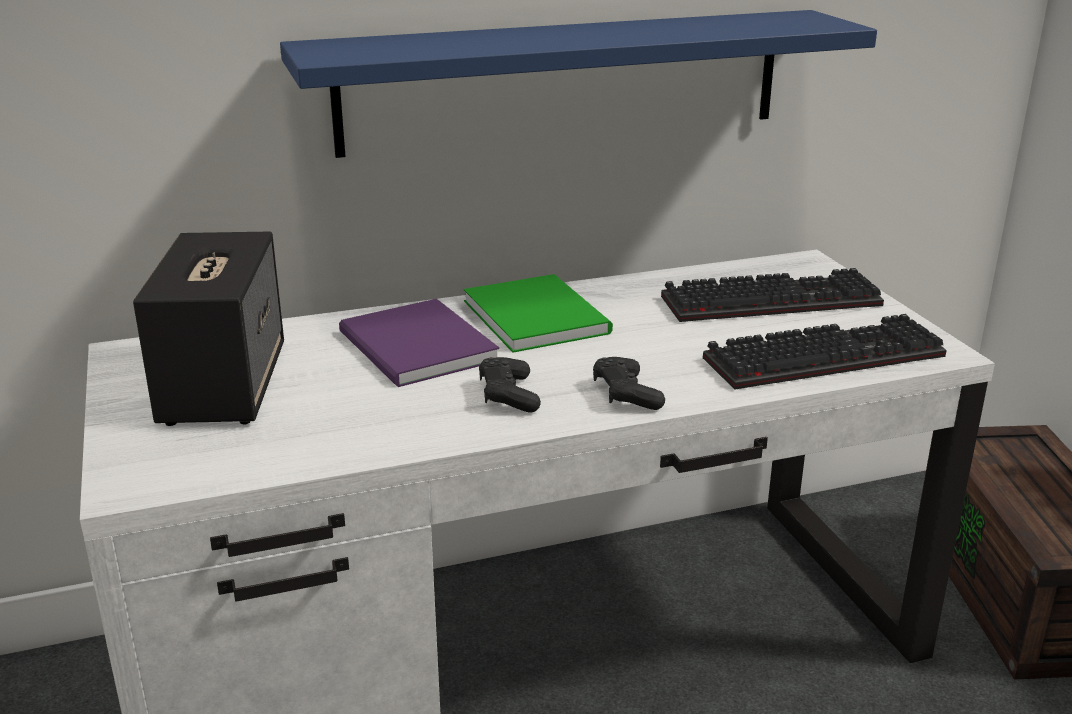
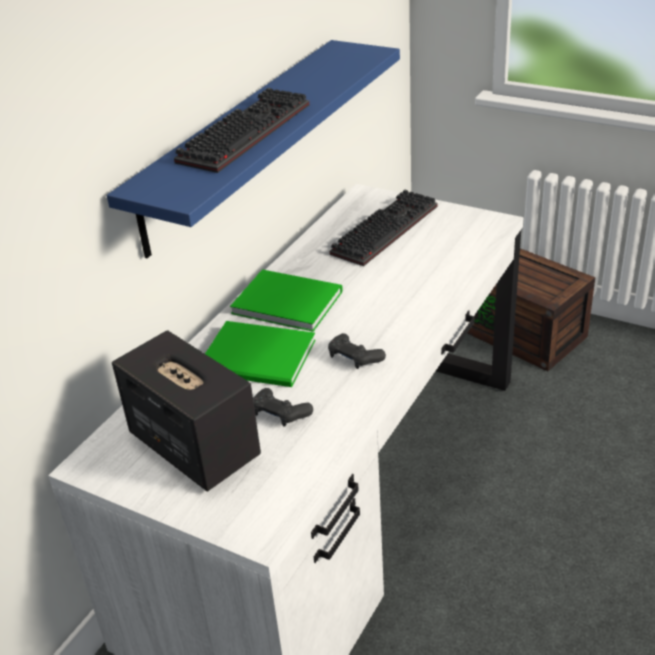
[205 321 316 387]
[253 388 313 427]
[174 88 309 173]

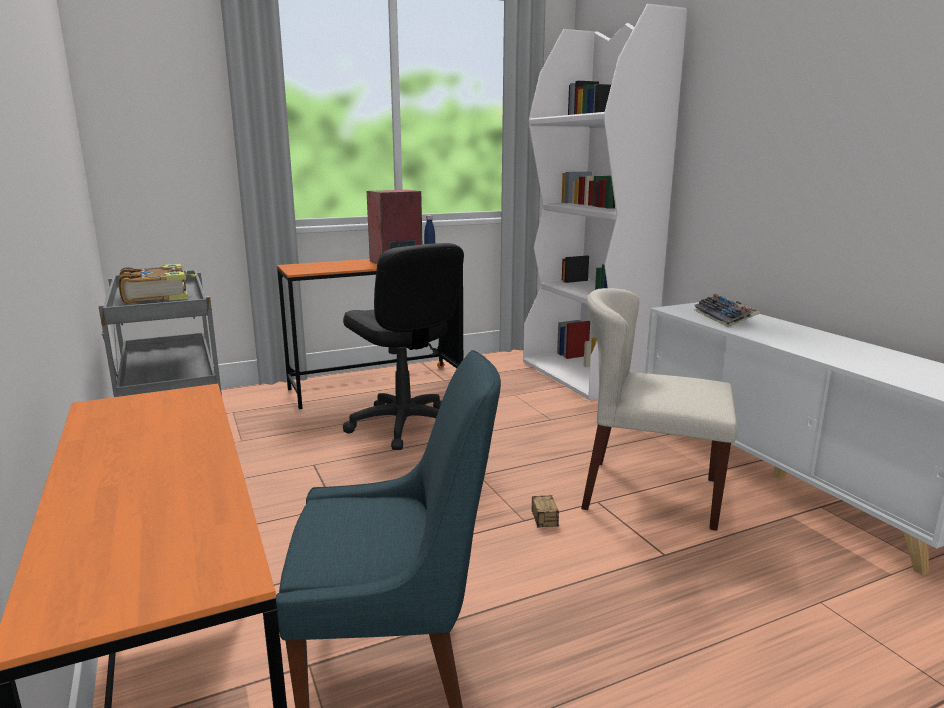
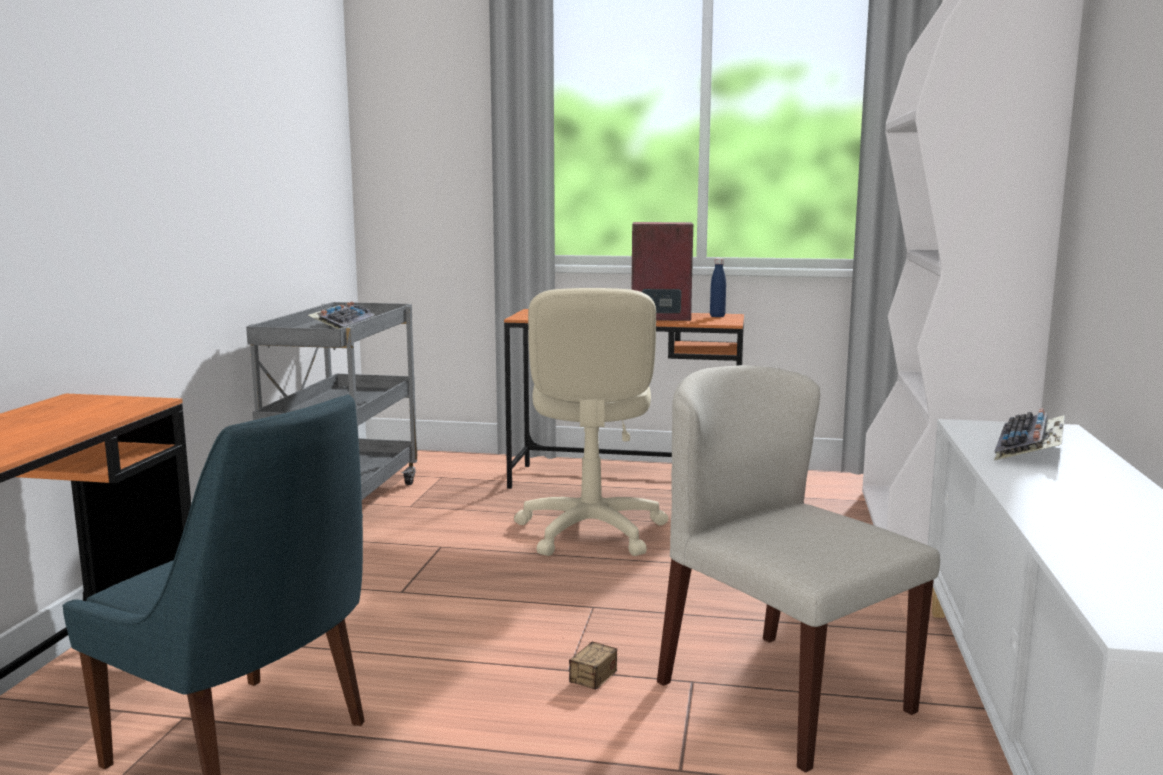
[308 301 375 329]
[514 288 669 556]

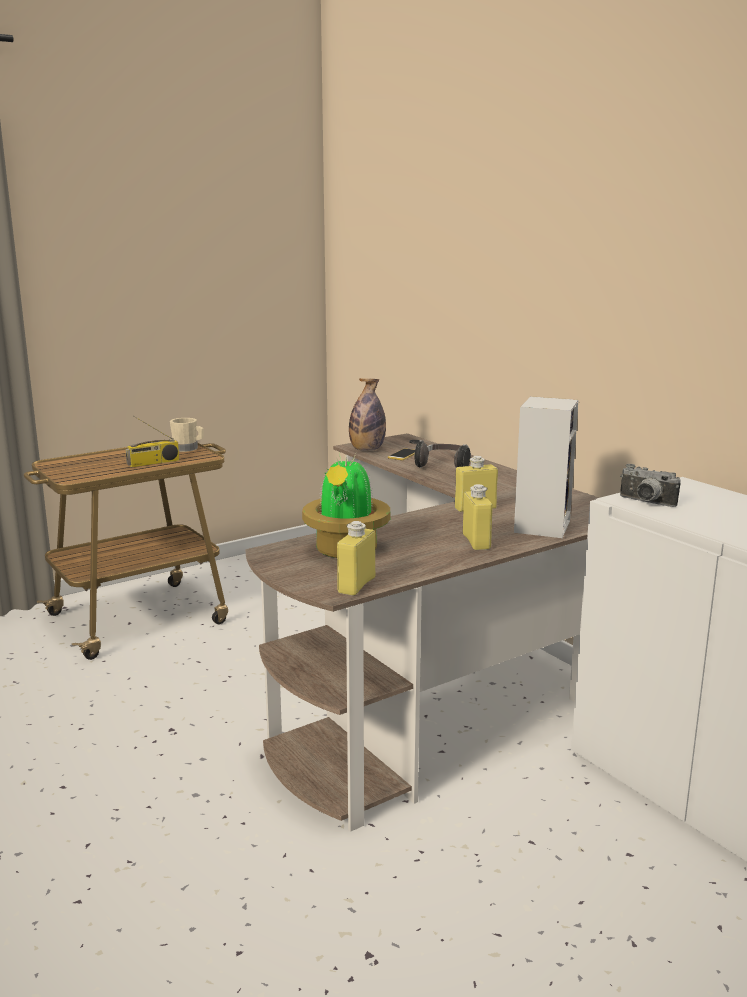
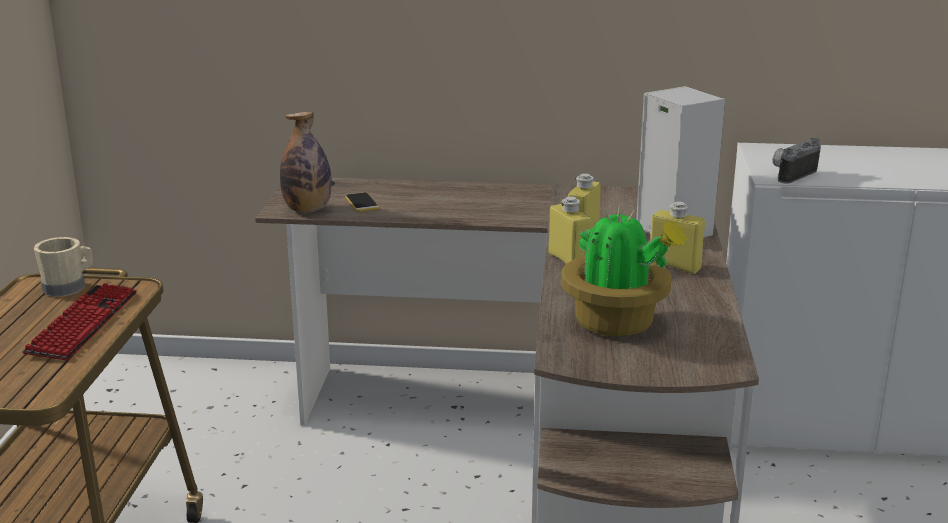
[22 283 137 361]
[549 197 591 264]
[415 440 471 468] (first image)
[773 138 821 184]

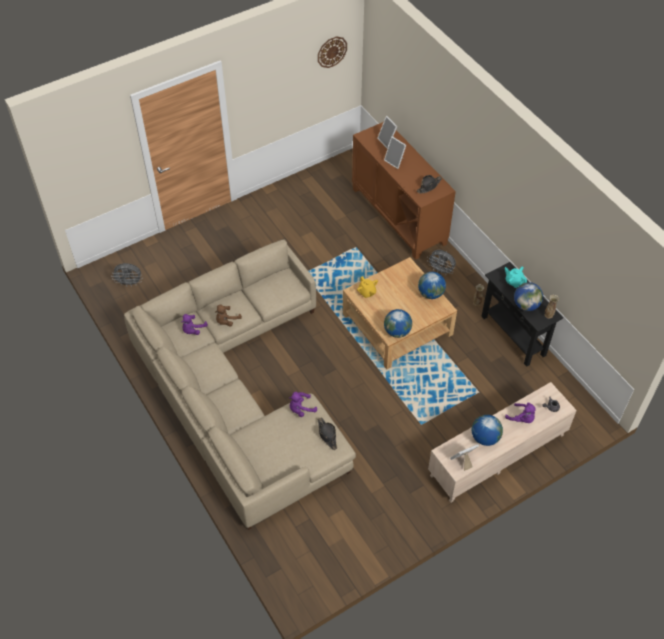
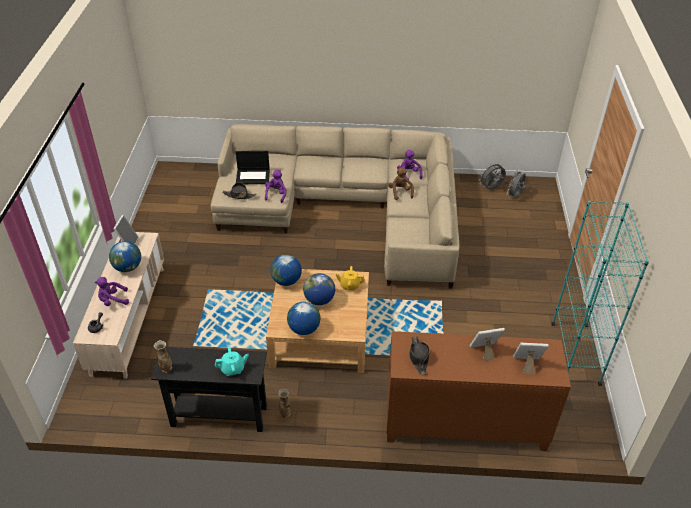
[318 36 347 68] (first image)
[479 162 506 189]
[303 273 335 305]
[236 151 270 184]
[552 201 649 386]

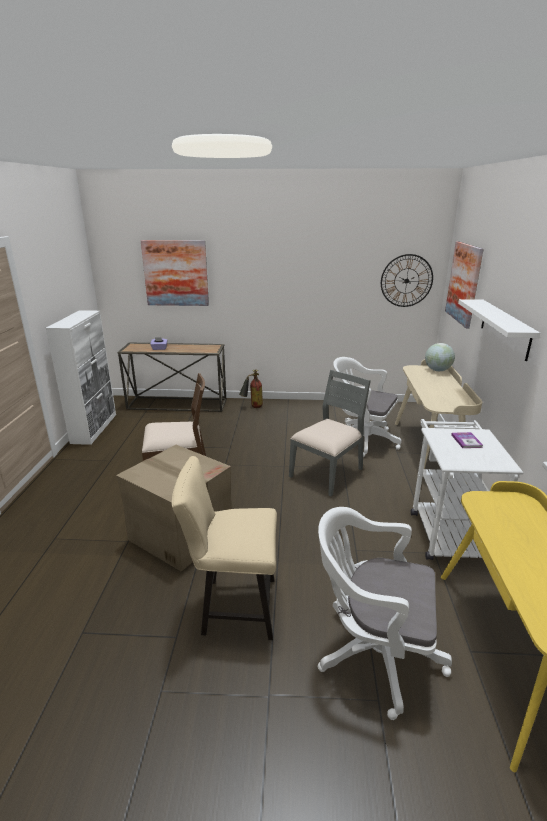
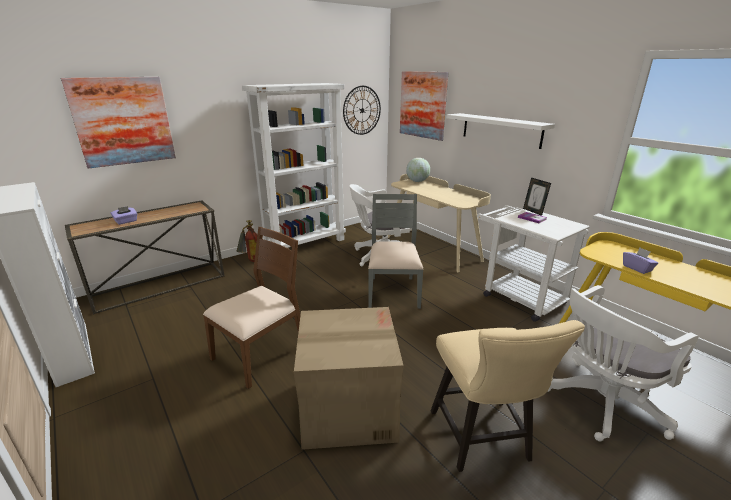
[431 320 585 472]
[242 83 346 248]
[523 177 551 216]
[623 248 658 274]

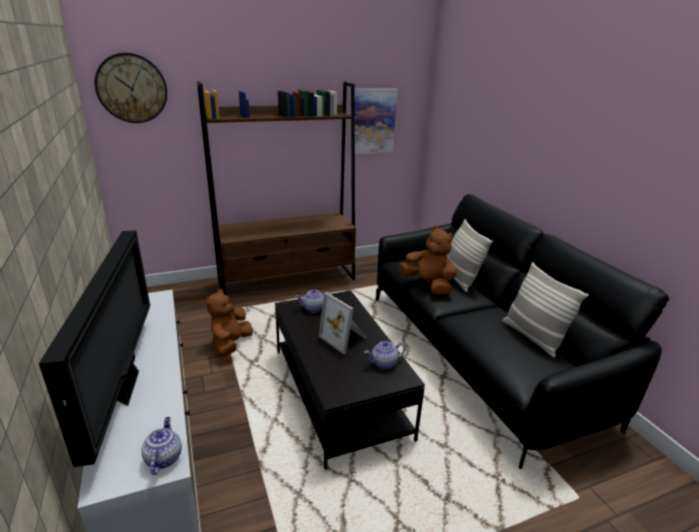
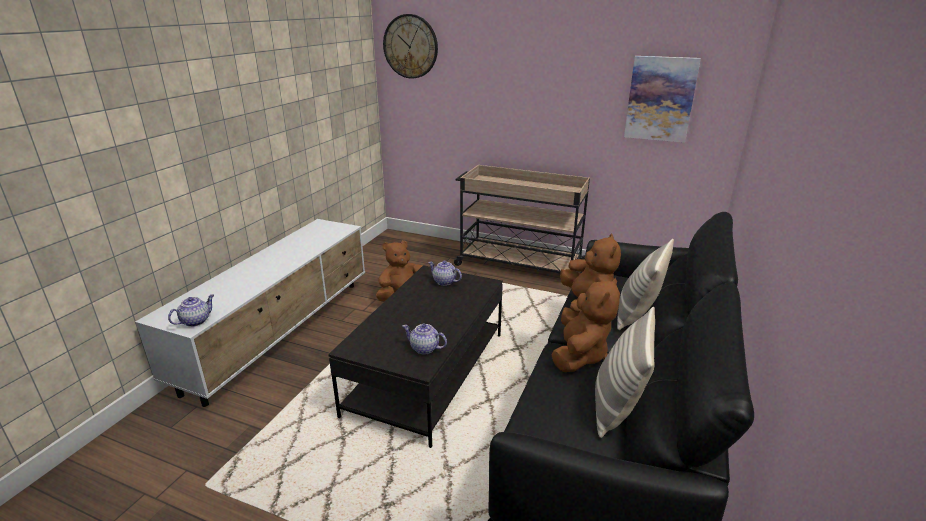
[39 230 150 467] (first image)
[454 165 590 273]
[319 292 367 355] (first image)
[551 278 620 372]

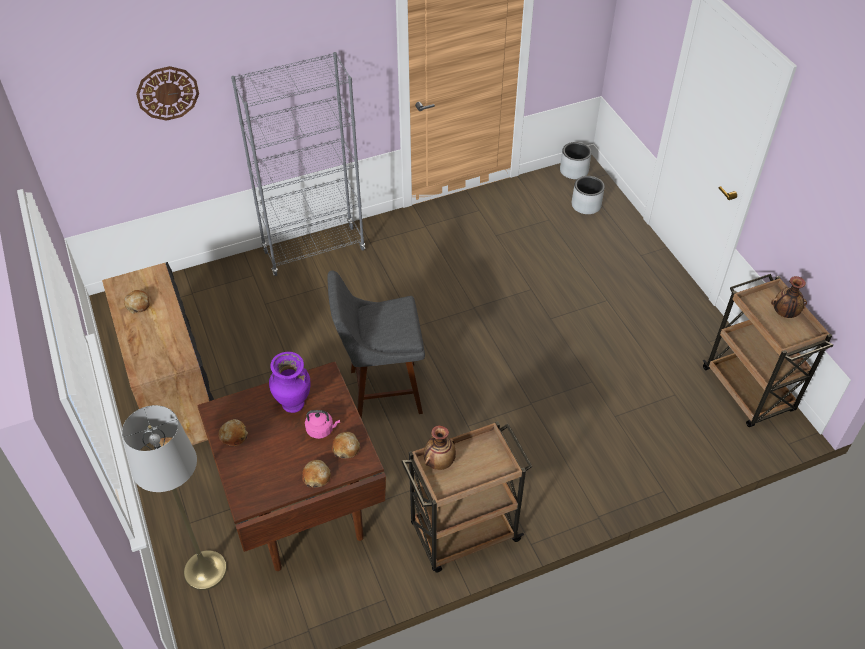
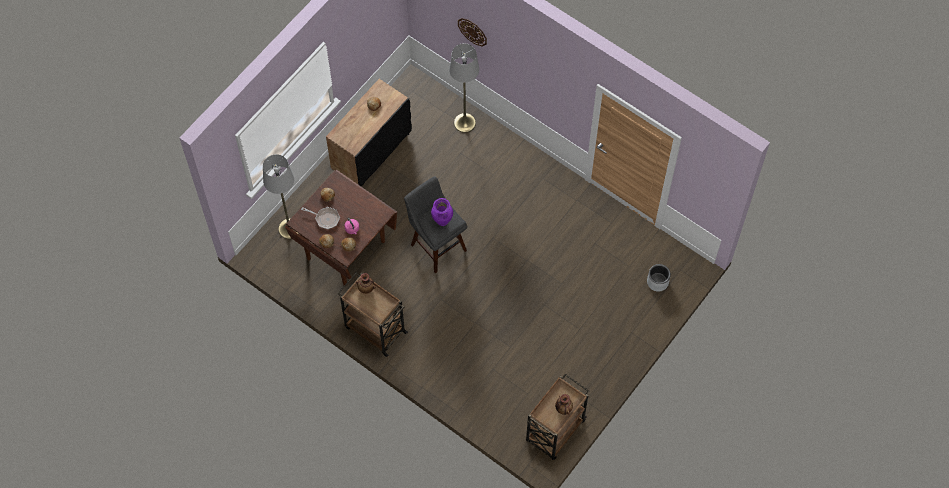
[231 52 365 276] (first image)
[431 198 453 226]
[560 142 591 179] (first image)
[301 207 340 229]
[449 43 479 133]

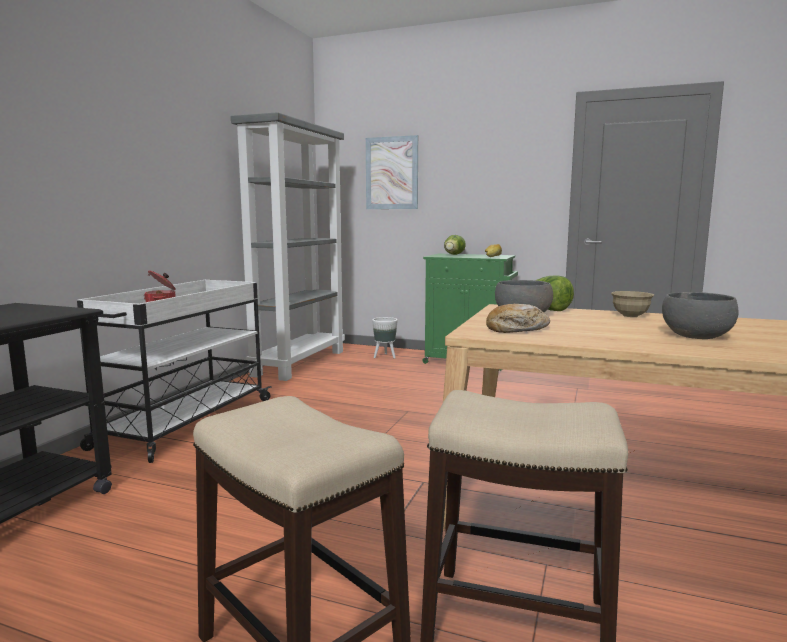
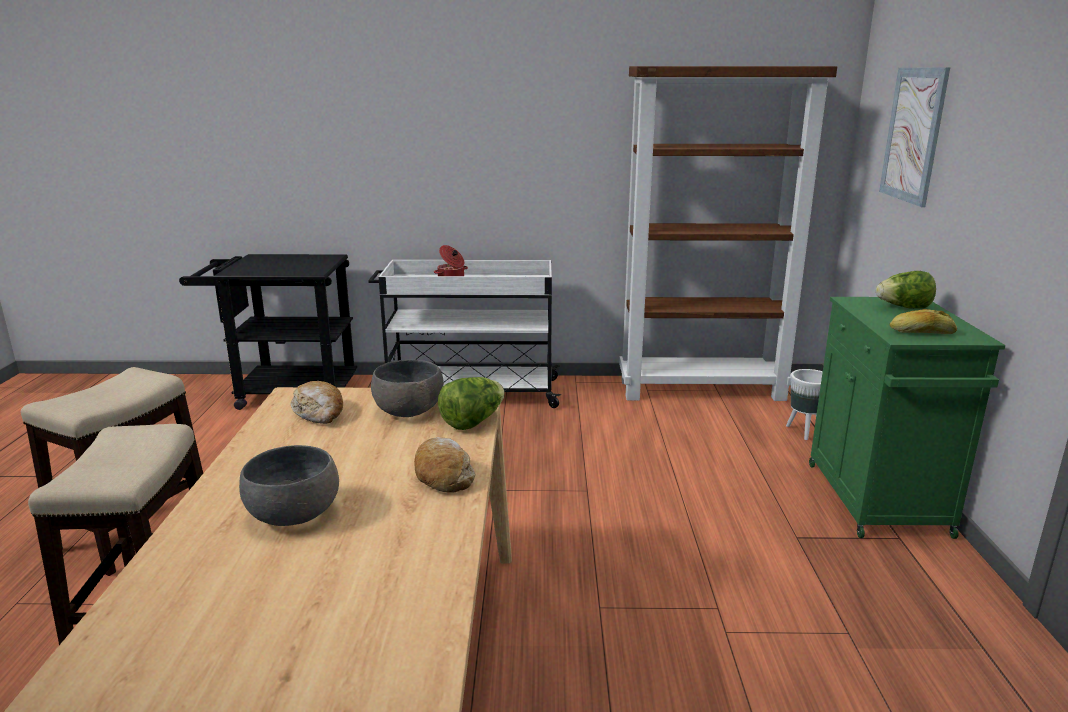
[619 66 837 401]
[414 437 475 493]

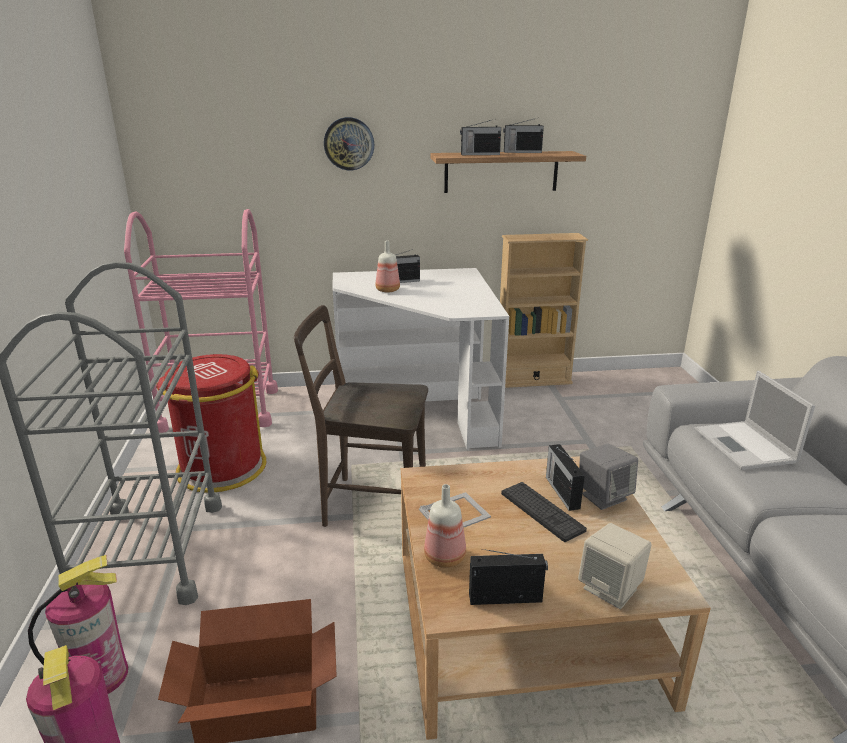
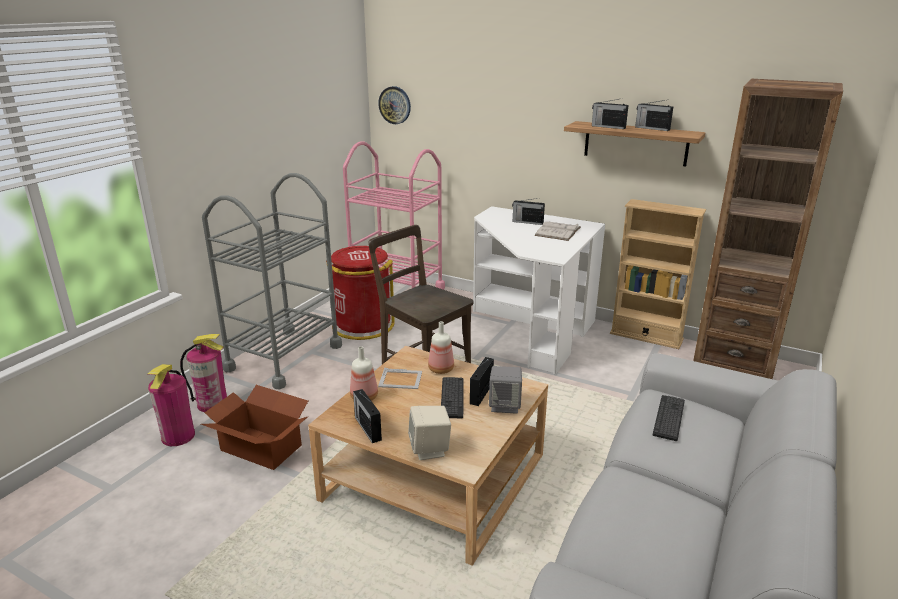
[378 86 411 124]
[428 321 454 374]
[353 389 382 443]
[653 395 685 441]
[534 222 581 241]
[693 79 843 379]

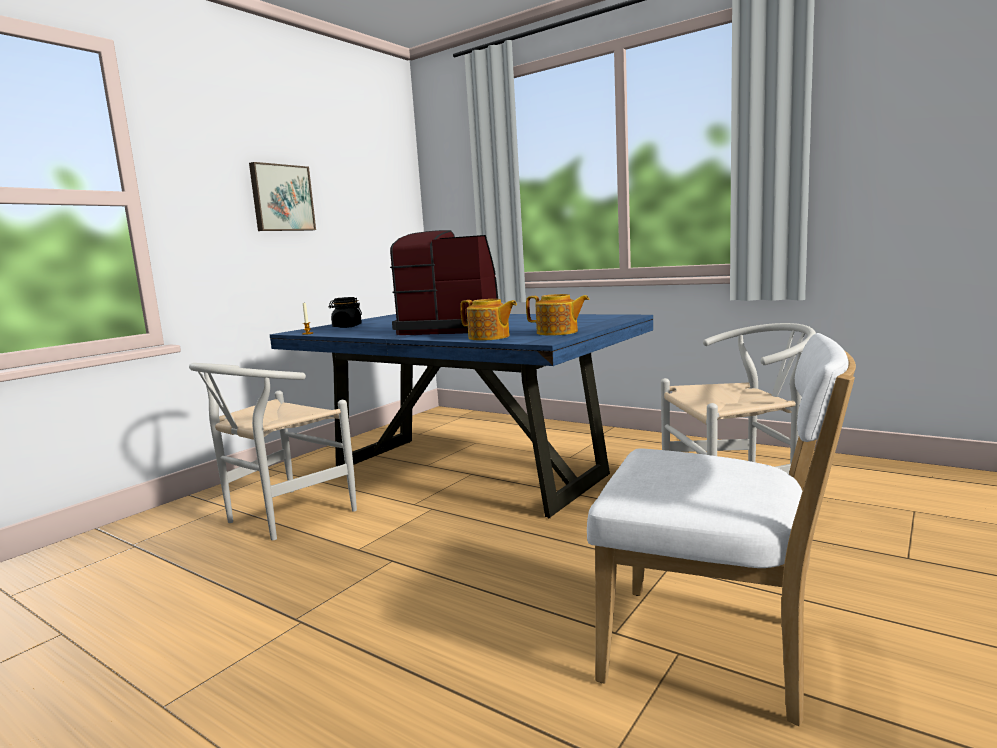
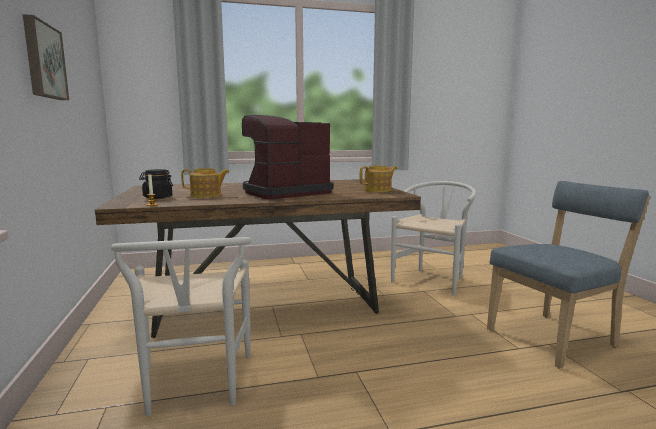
[95 179 421 338]
[181 168 230 198]
[487 181 650 369]

